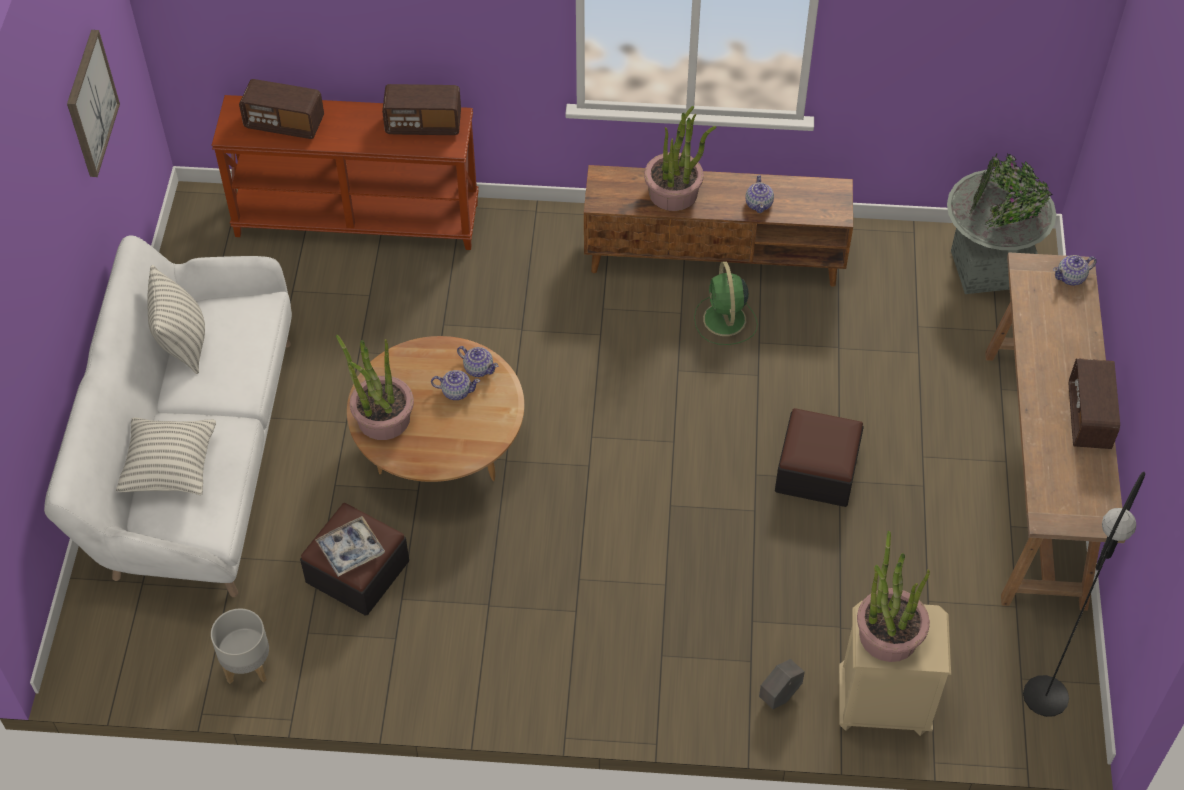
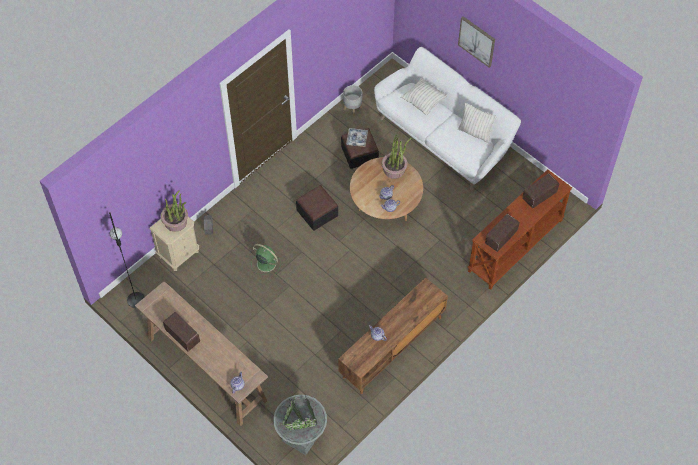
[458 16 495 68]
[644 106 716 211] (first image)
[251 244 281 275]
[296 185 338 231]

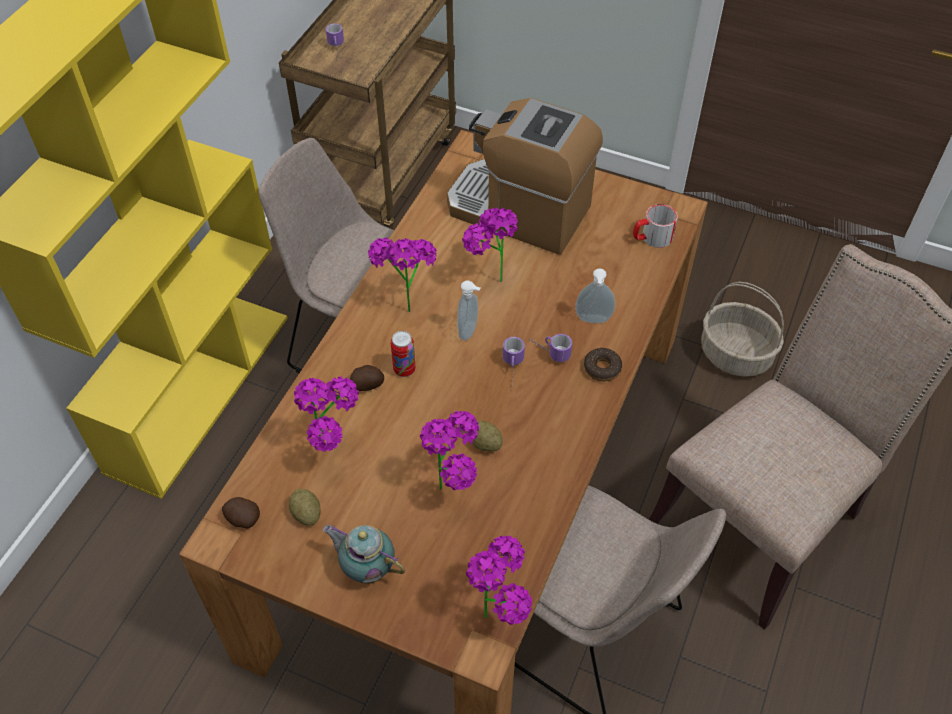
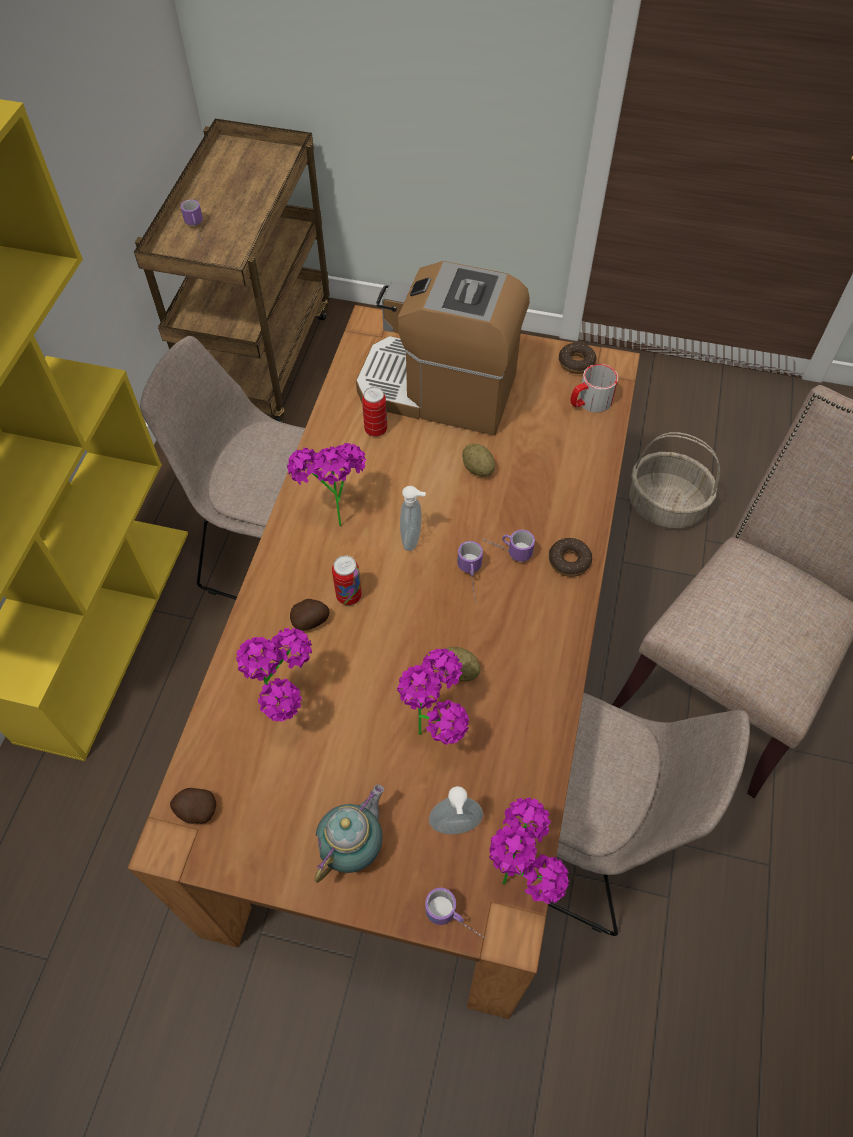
[462 444 495 477]
[315 784 384 883]
[462 208 518 282] (first image)
[429 786 483 834]
[362 387 387 437]
[425 888 486 939]
[559 342 596 374]

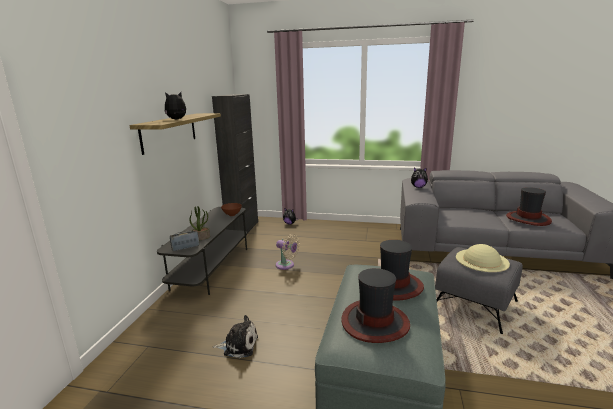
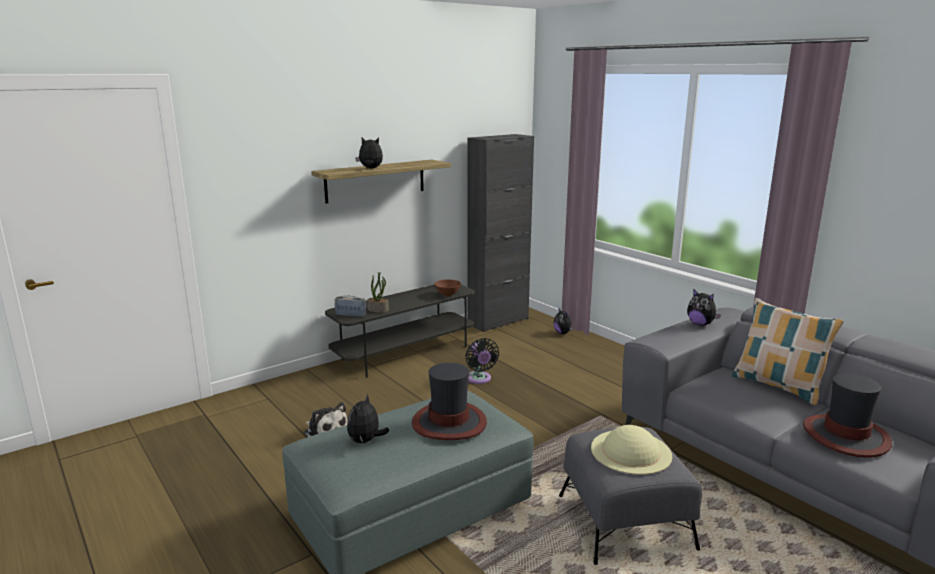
[465 338 499 384]
[347 394 389 443]
[732 298 844 405]

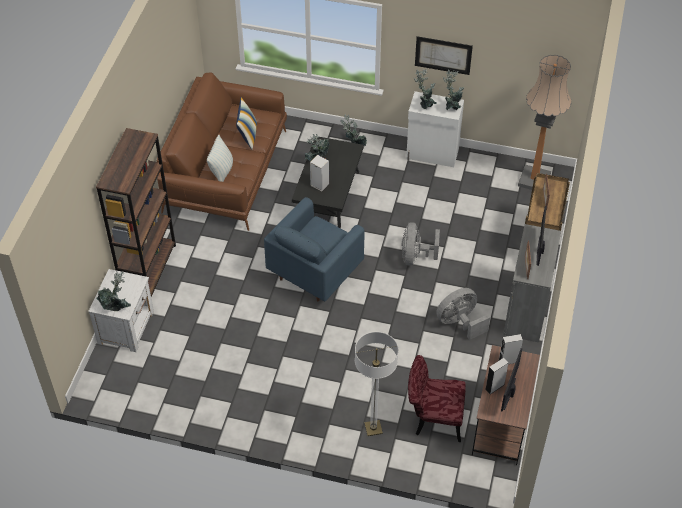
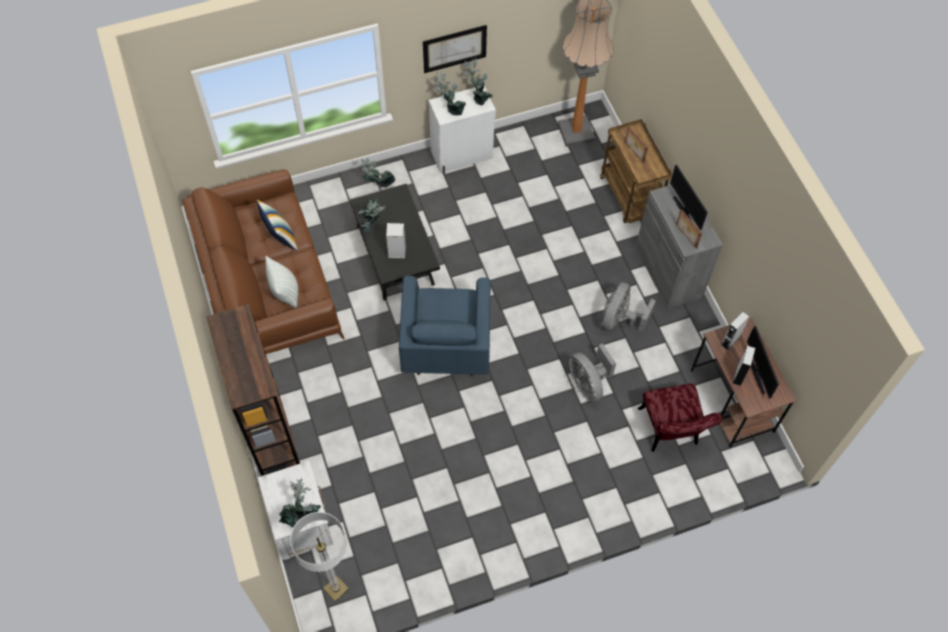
[290 512 349 602]
[569 343 616 402]
[638 384 723 452]

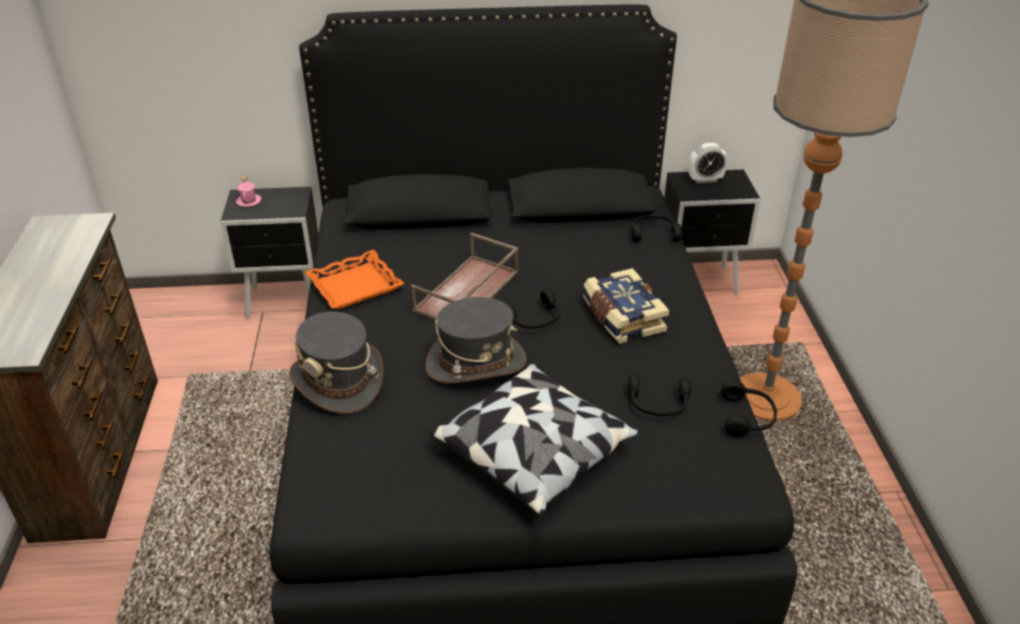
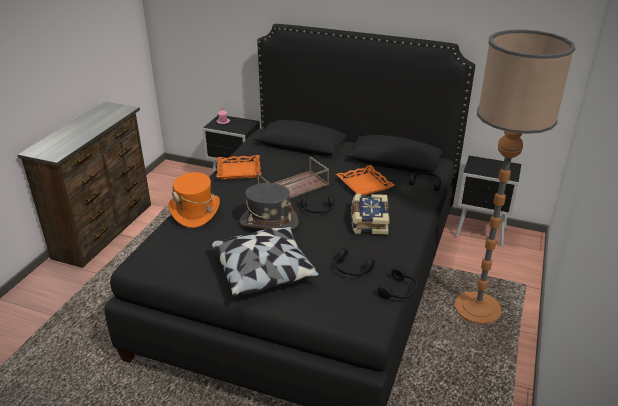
[169 172 220 228]
[689 143 728 183] (first image)
[336 165 395 196]

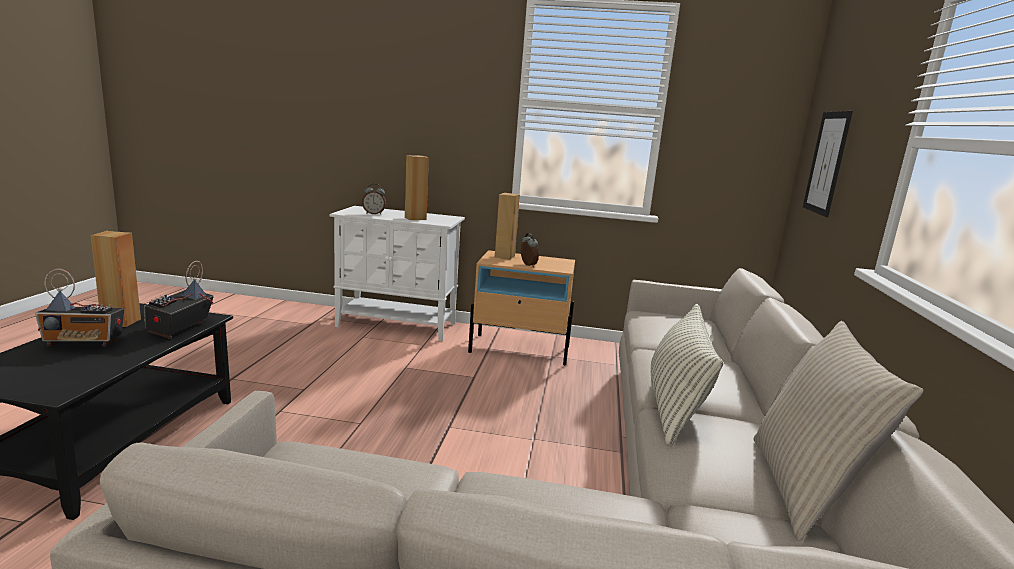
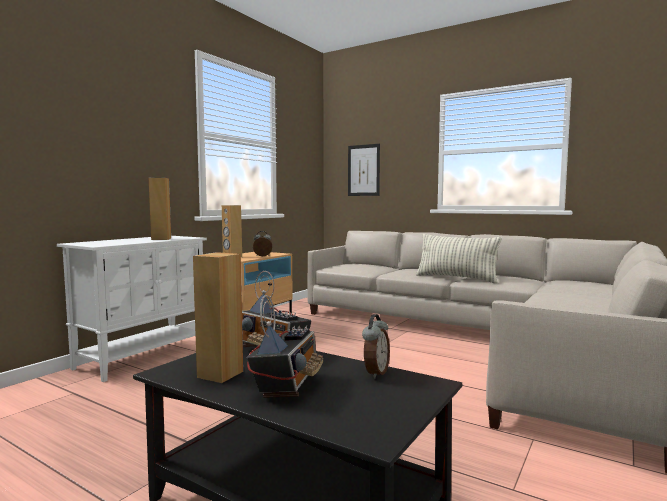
[362 314 390 379]
[753 321 924 541] (first image)

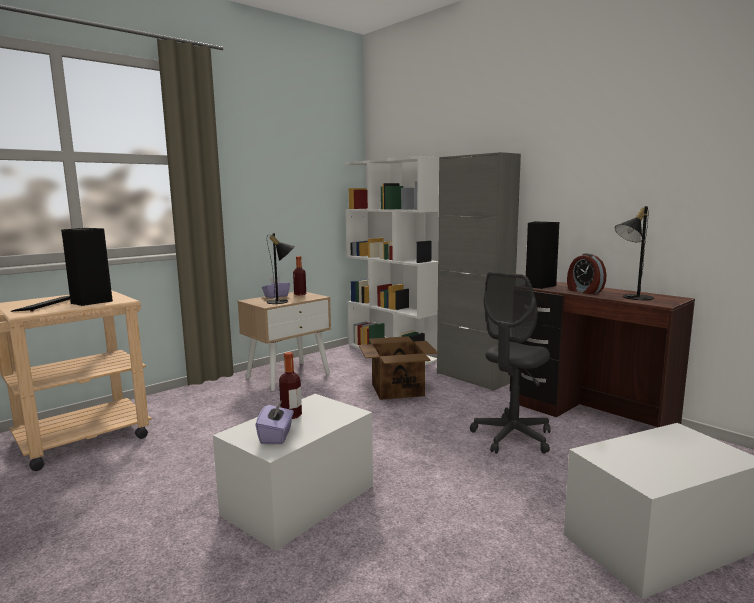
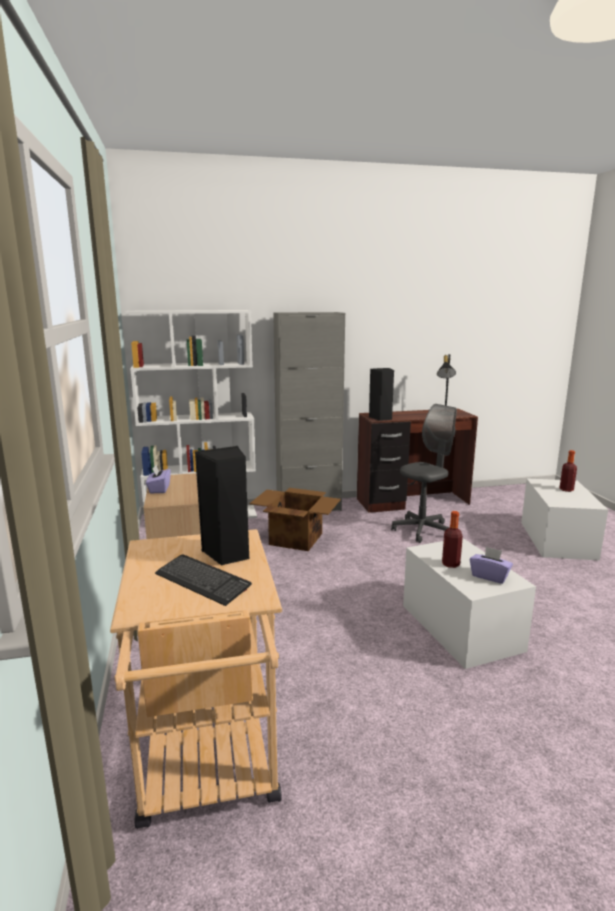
[266 233 295 304] (first image)
[560 450 577 492]
[391 404 457 543]
[567 253 606 294] (first image)

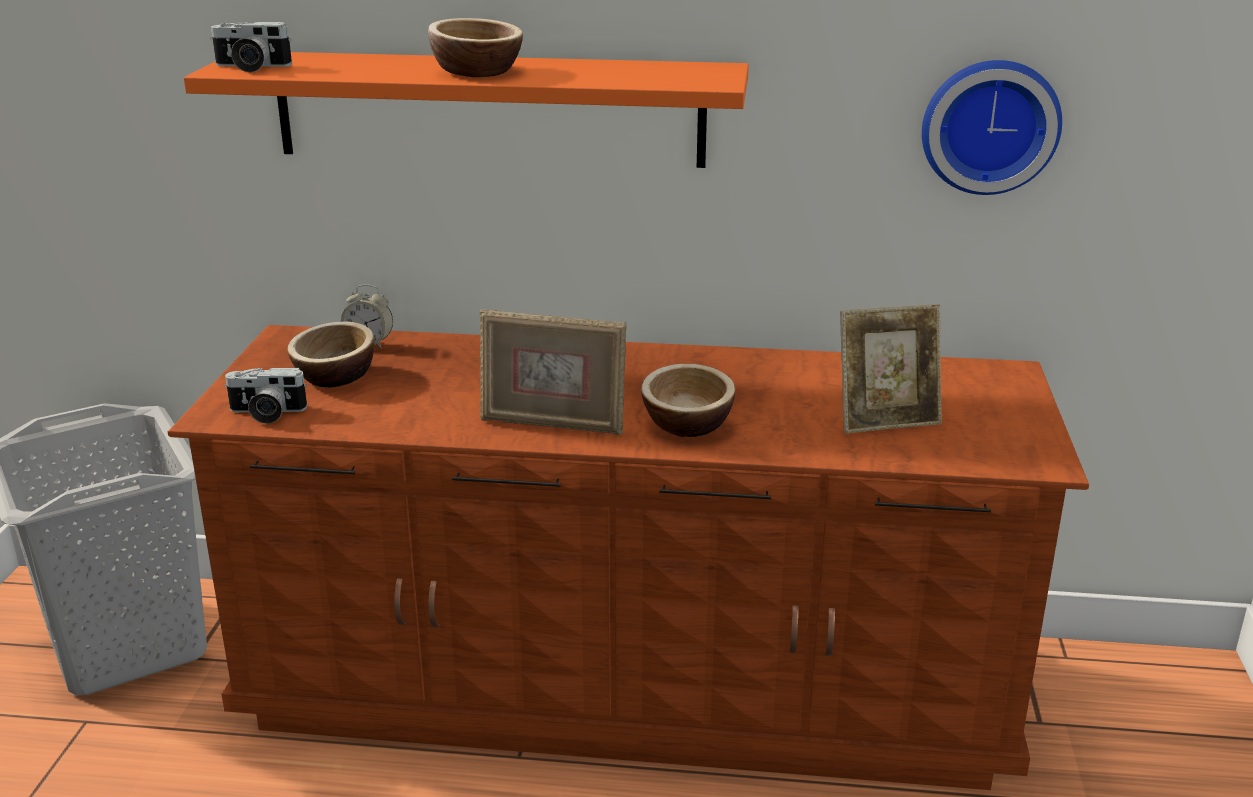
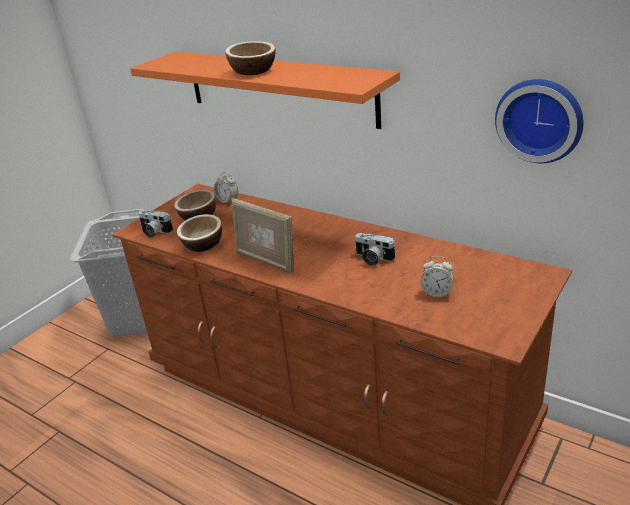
[355 233 396 266]
[177 214 222 252]
[420 256 453 297]

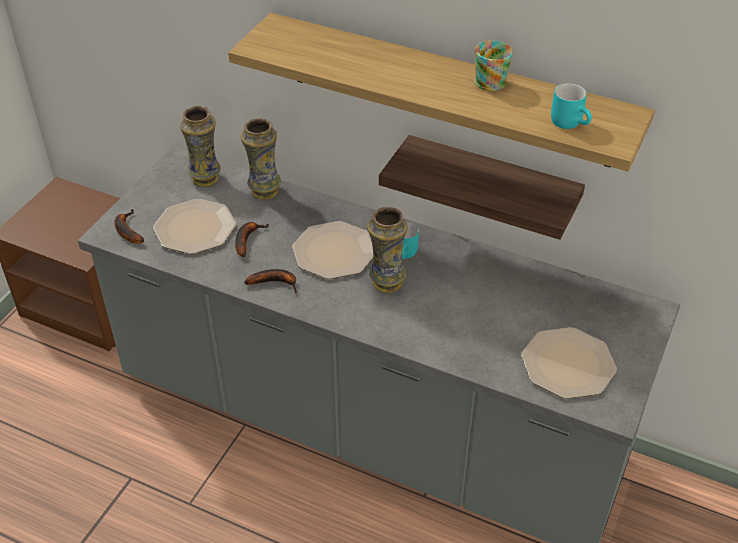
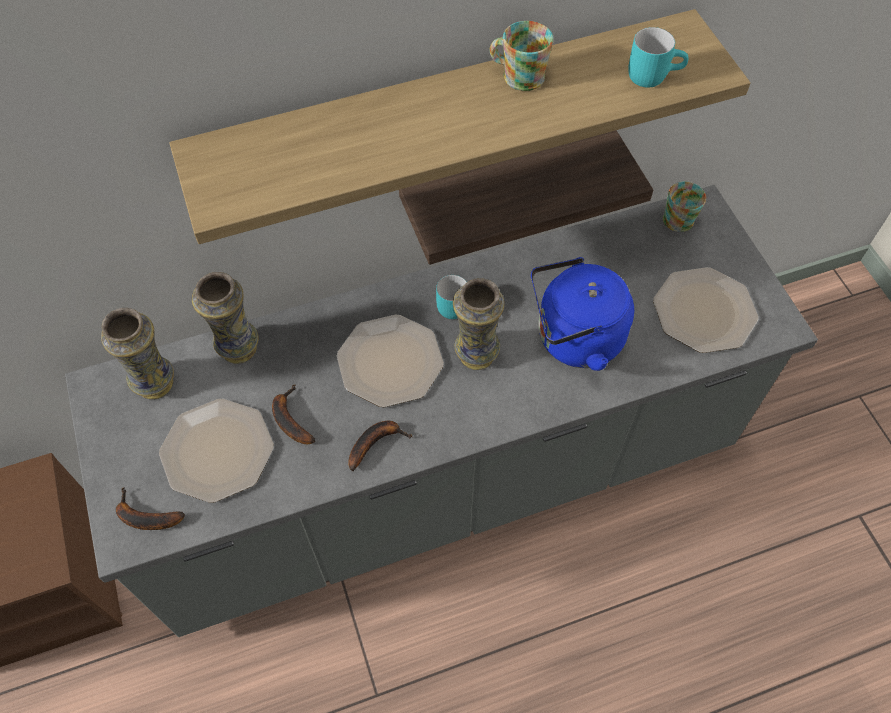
[531 257 634 371]
[663 182 706 232]

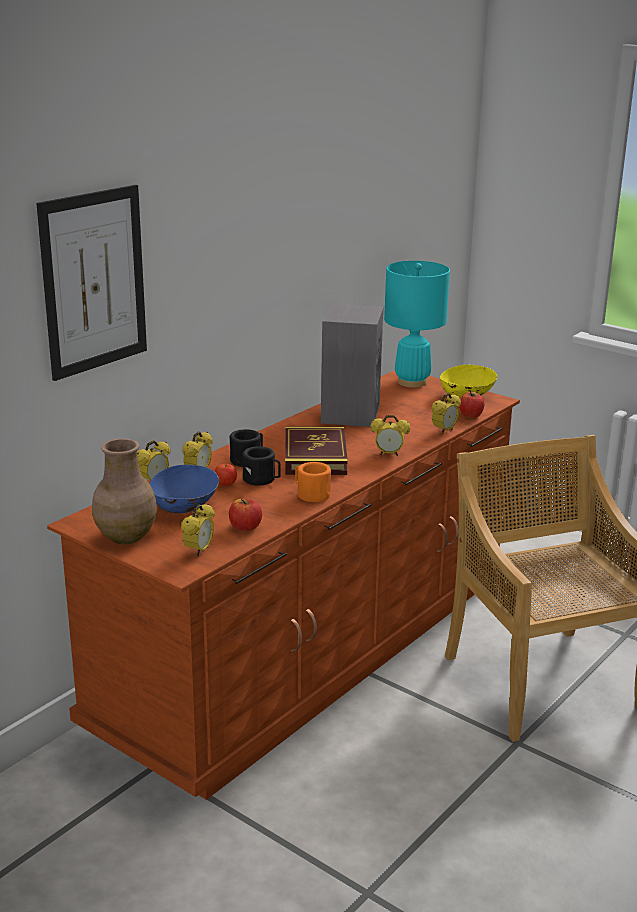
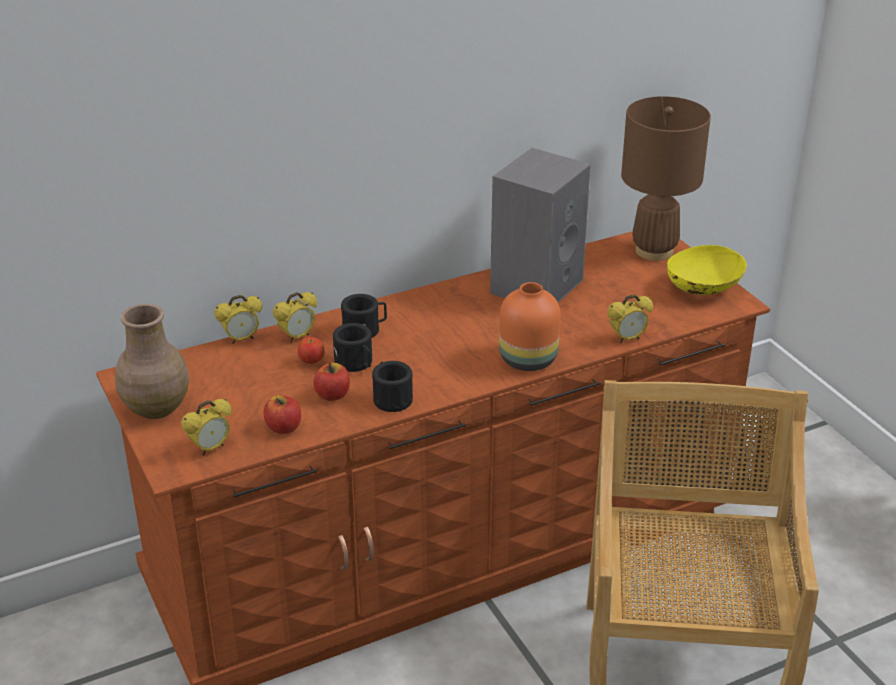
[36 185 147 381] (first image)
[150 465 219 513] (first image)
[285 427 348 475] (first image)
[372 361 413 412]
[499 282 561 371]
[621 96 711 261]
[314 363 350 401]

